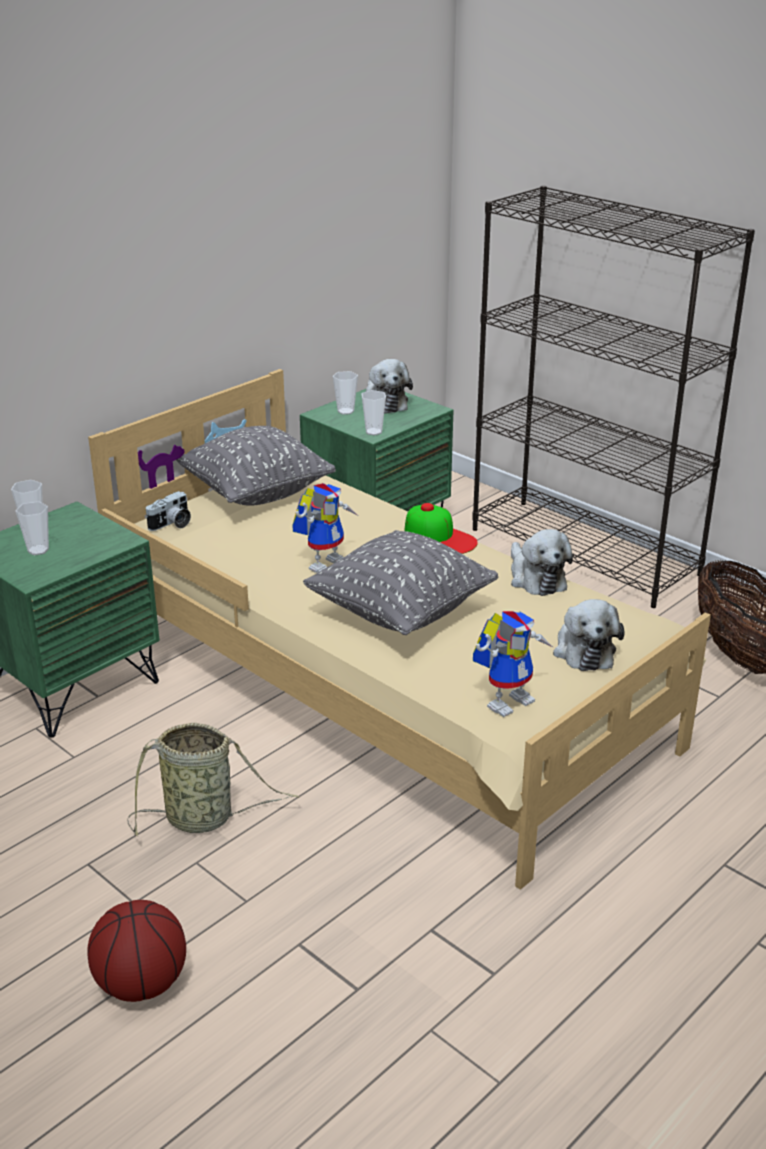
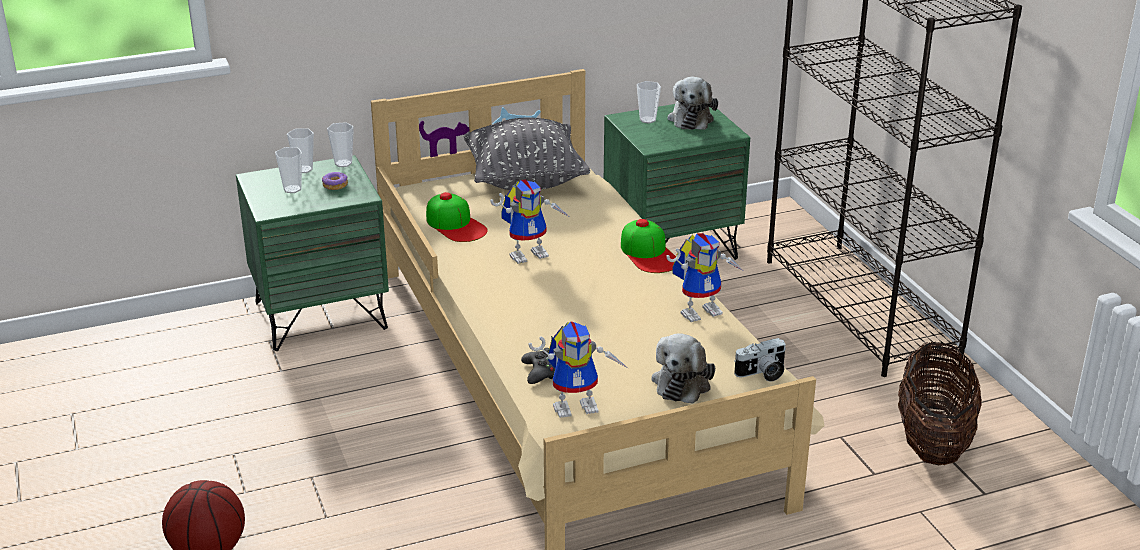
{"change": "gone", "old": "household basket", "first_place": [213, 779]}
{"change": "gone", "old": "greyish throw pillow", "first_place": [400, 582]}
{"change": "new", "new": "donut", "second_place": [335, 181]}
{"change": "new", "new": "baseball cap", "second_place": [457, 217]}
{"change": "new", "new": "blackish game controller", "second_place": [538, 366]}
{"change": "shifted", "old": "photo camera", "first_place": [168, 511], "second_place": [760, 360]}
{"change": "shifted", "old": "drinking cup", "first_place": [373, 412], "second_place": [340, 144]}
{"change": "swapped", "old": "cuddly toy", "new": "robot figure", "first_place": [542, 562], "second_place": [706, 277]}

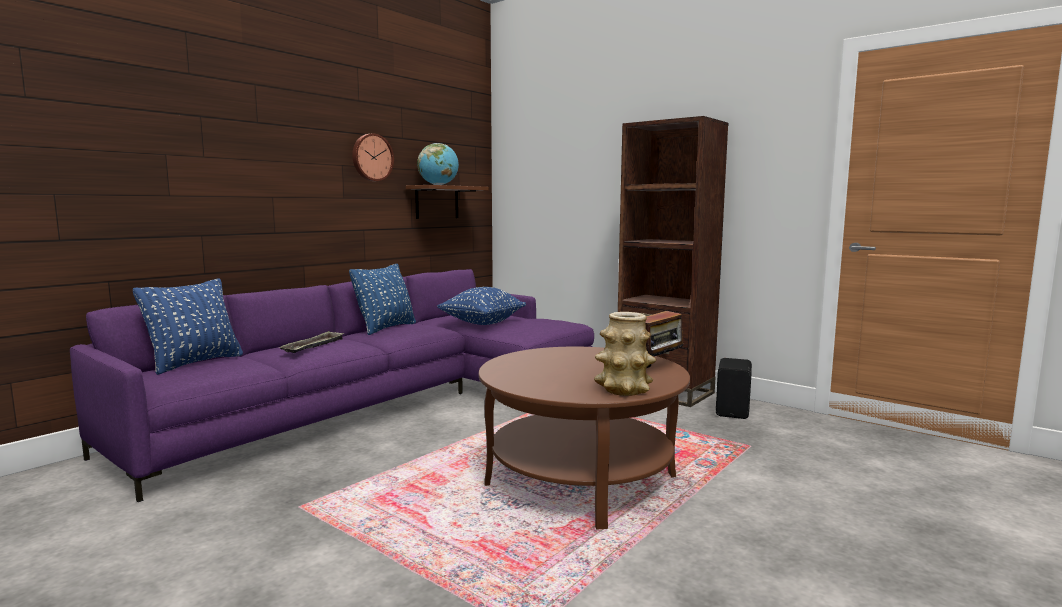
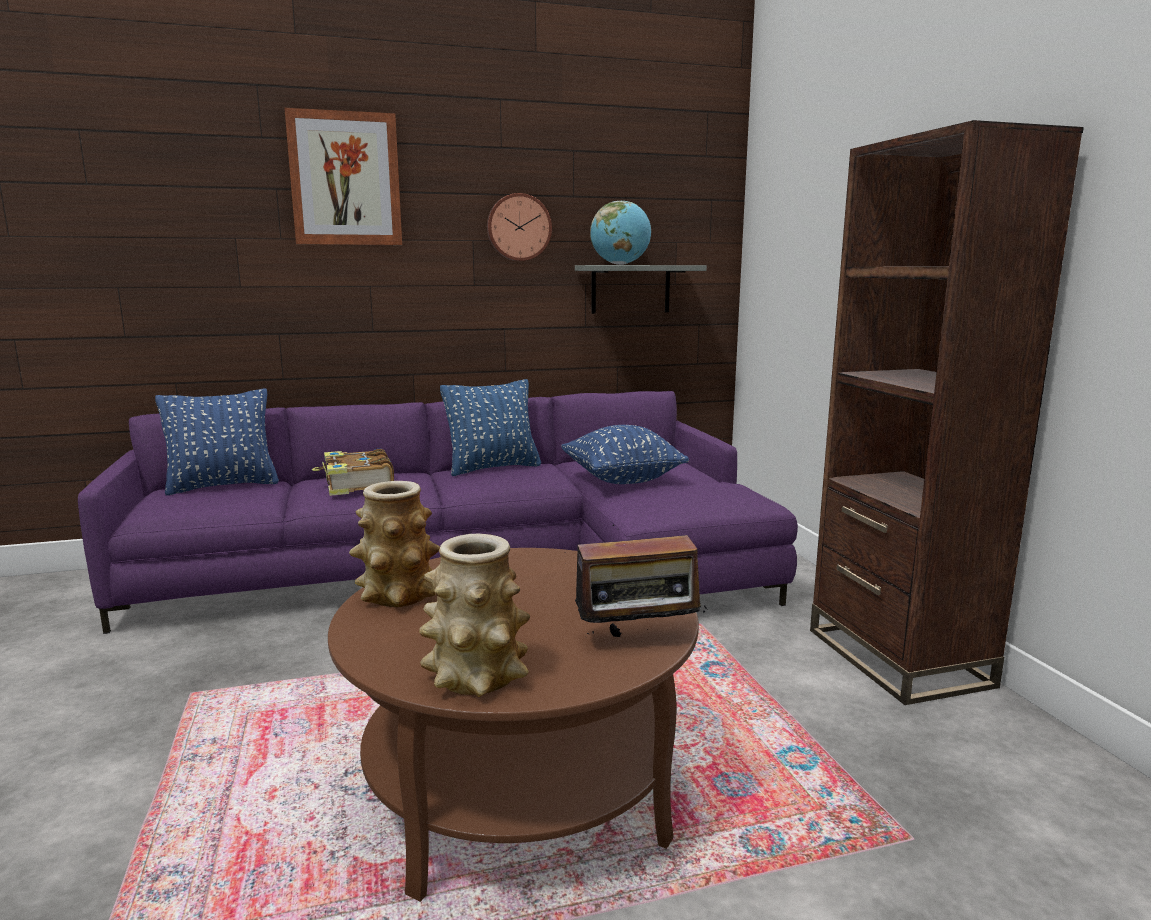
{"change": "gone", "old": "blackish audio speaker", "first_place": [734, 388]}
{"change": "new", "new": "wall picture", "second_place": [343, 176]}
{"change": "new", "new": "flower vase", "second_place": [394, 544]}
{"change": "swapped", "old": "carrying tray", "new": "volume", "first_place": [311, 342], "second_place": [353, 472]}
{"change": "repainted", "old": "brownish wall shelf", "new": "greyish wall shelf", "first_place": [447, 202], "second_place": [641, 289]}

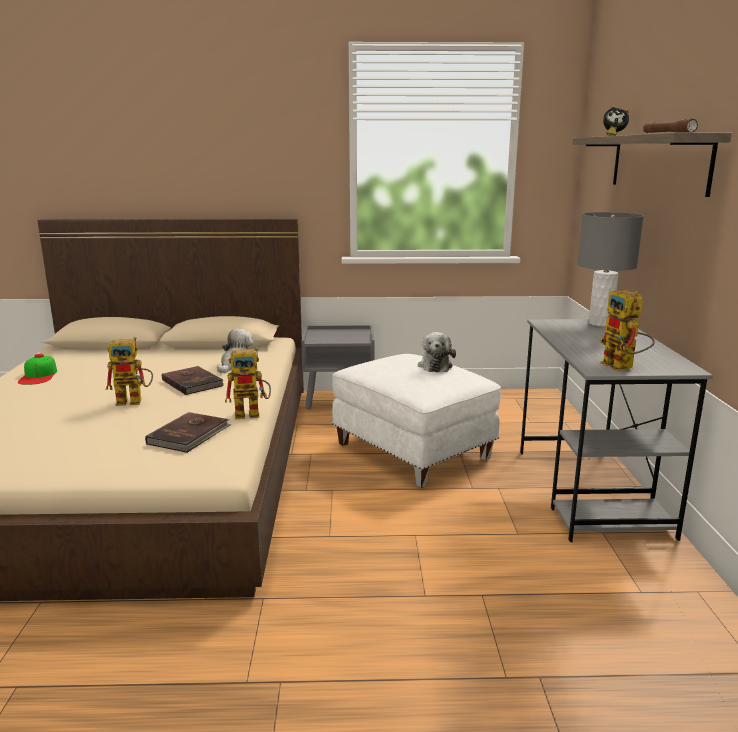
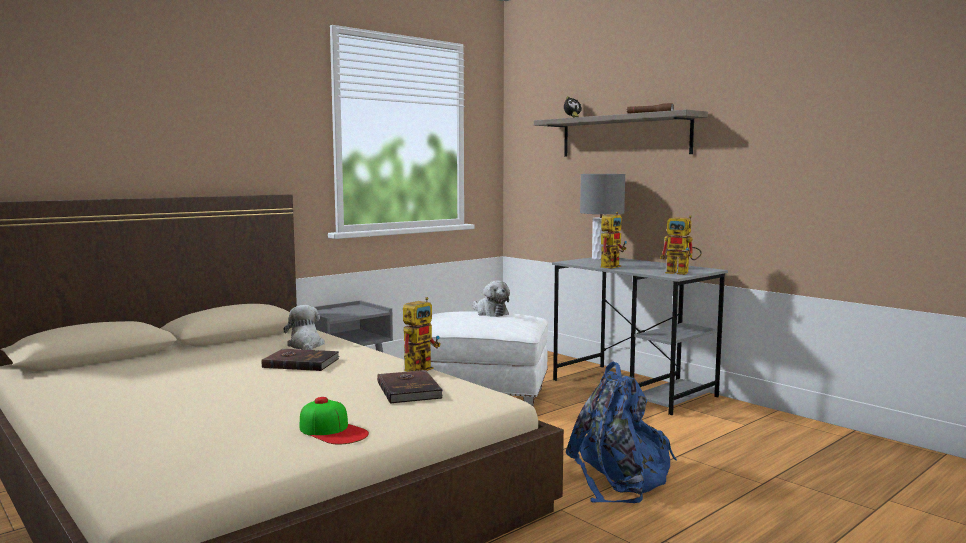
{"change": "new", "new": "blue-coloured knapsack", "second_place": [621, 432]}
{"change": "shifted", "old": "baseball cap", "first_place": [37, 369], "second_place": [334, 420]}
{"change": "shifted", "old": "robot figure", "first_place": [129, 371], "second_place": [614, 240]}

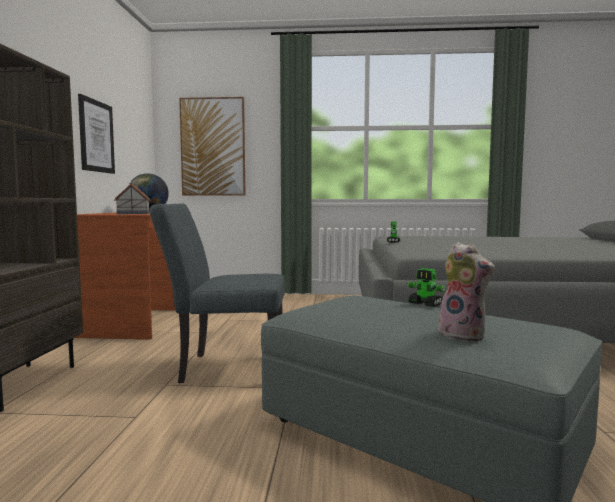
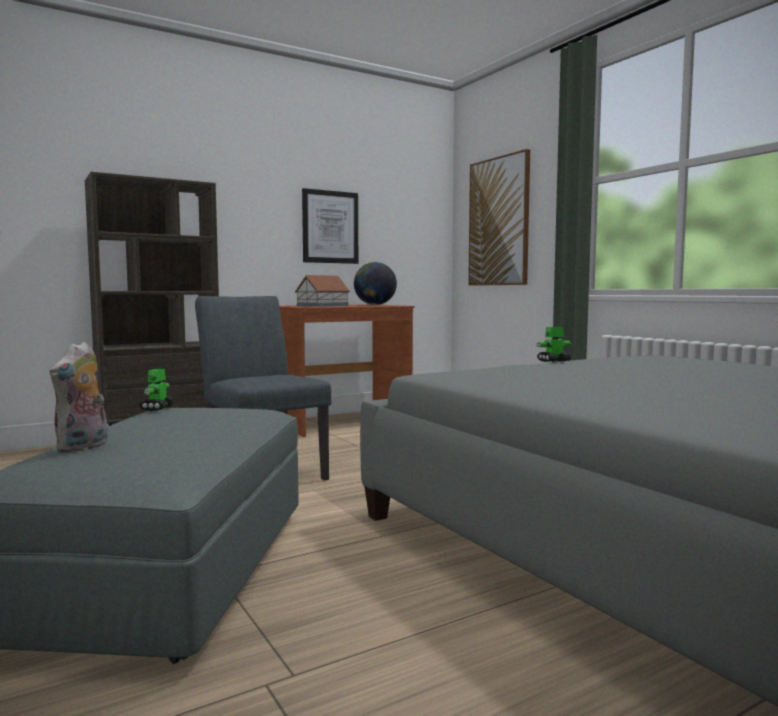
{"change": "shifted", "old": "robot figure", "first_place": [426, 287], "second_place": [157, 390]}

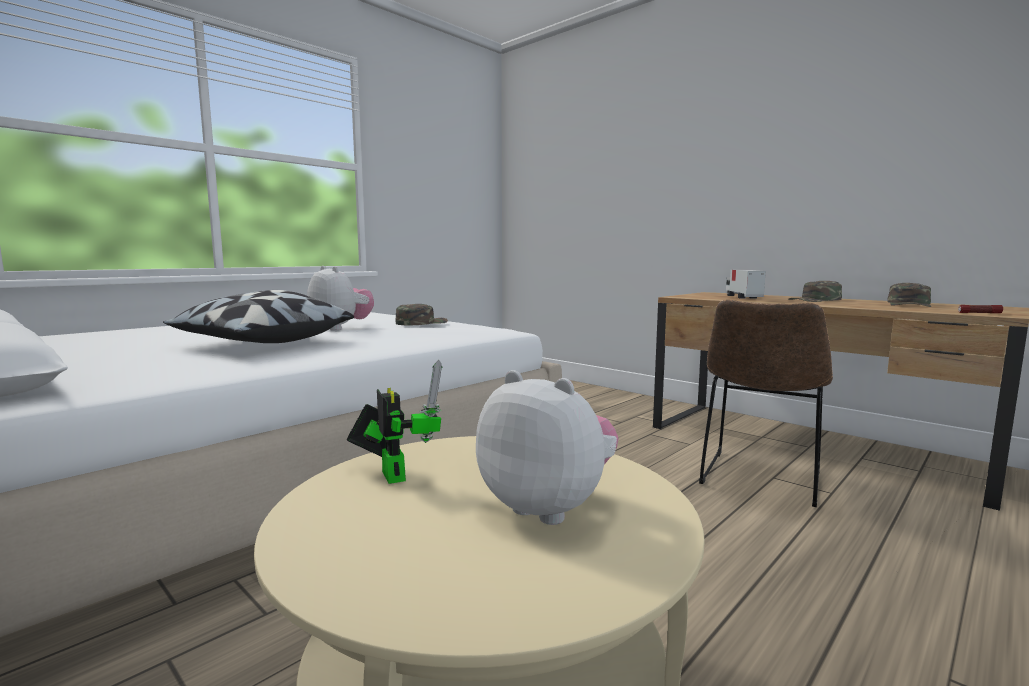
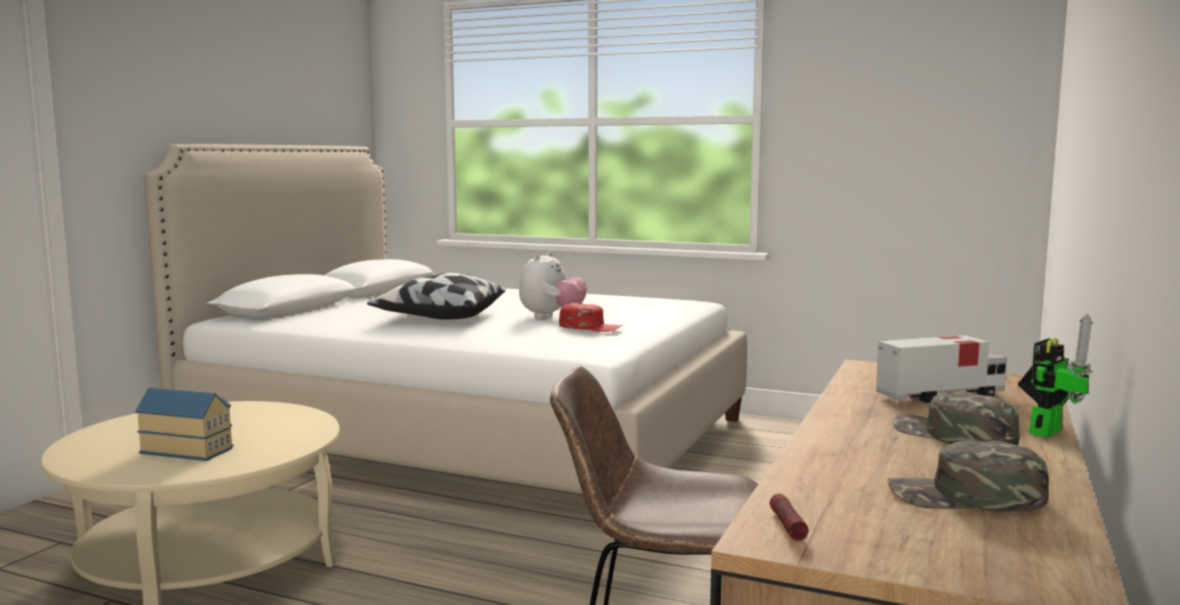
{"change": "shifted", "old": "robot figure", "first_place": [394, 421], "second_place": [1055, 376]}
{"change": "swapped", "old": "cuddly toy", "new": "model house", "first_place": [547, 447], "second_place": [184, 424]}
{"change": "repainted", "old": "green-coloured baseball cap", "new": "red-coloured baseball cap", "first_place": [421, 314], "second_place": [591, 317]}

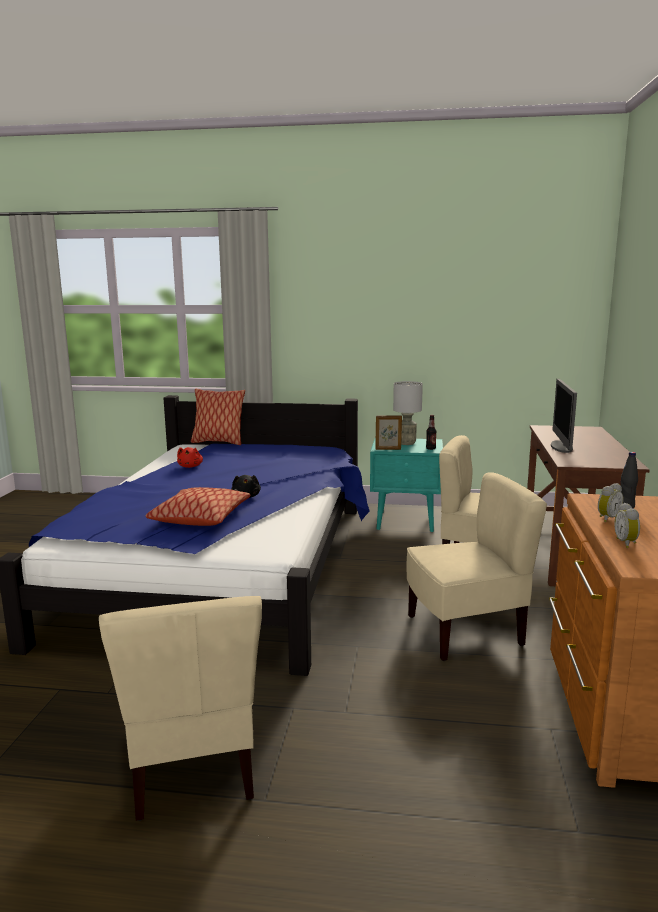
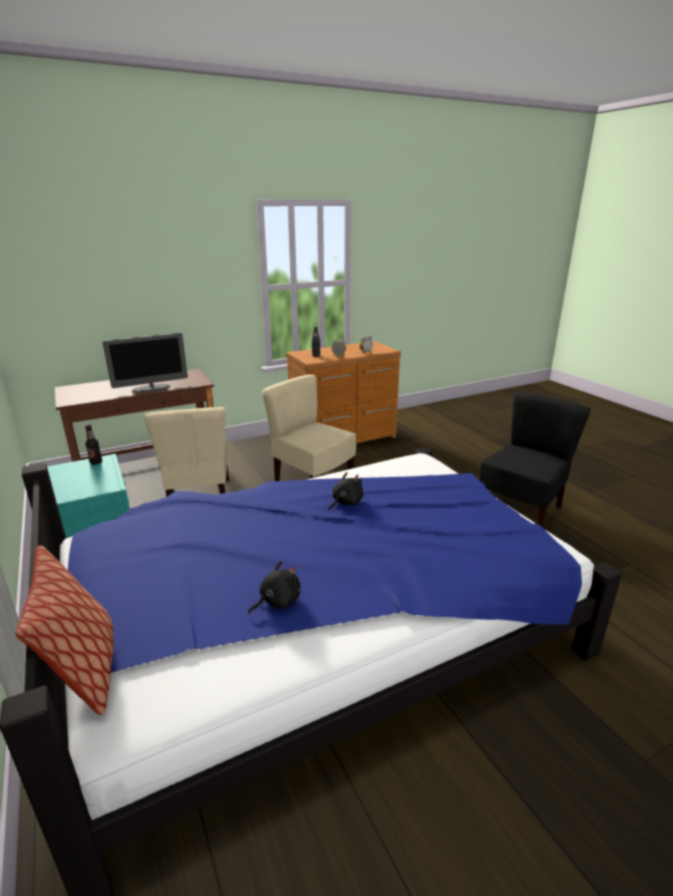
{"change": "gone", "old": "throw pillow", "first_place": [198, 506]}
{"change": "gone", "old": "photo frame", "first_place": [388, 432]}
{"change": "gone", "old": "greyish table lamp", "first_place": [408, 413]}
{"change": "repainted", "old": "beige upright chair", "new": "blackish upright chair", "first_place": [180, 708], "second_place": [535, 460]}
{"change": "repainted", "old": "red-coloured cuddly toy", "new": "blackish cuddly toy", "first_place": [190, 457], "second_place": [274, 587]}

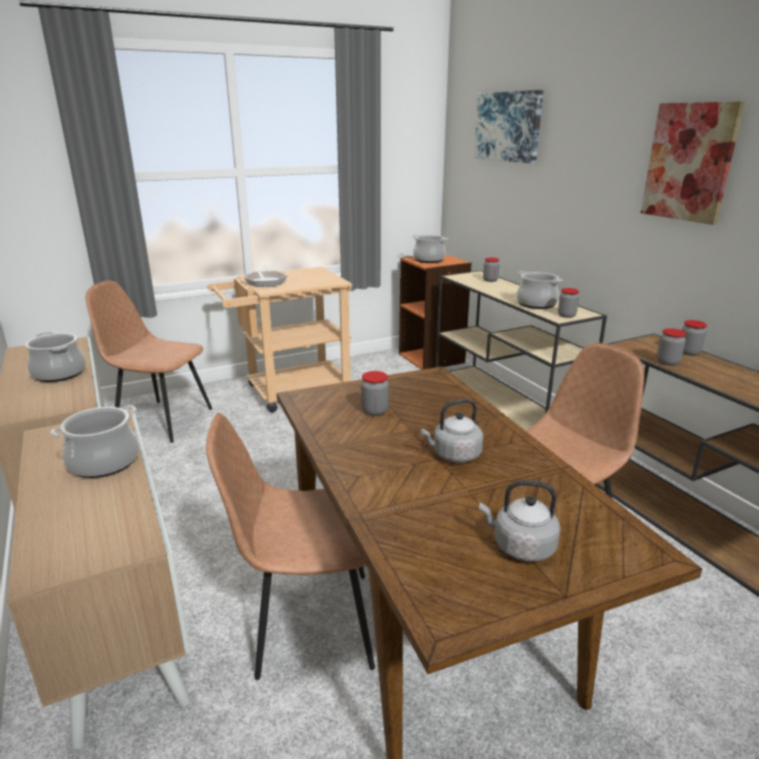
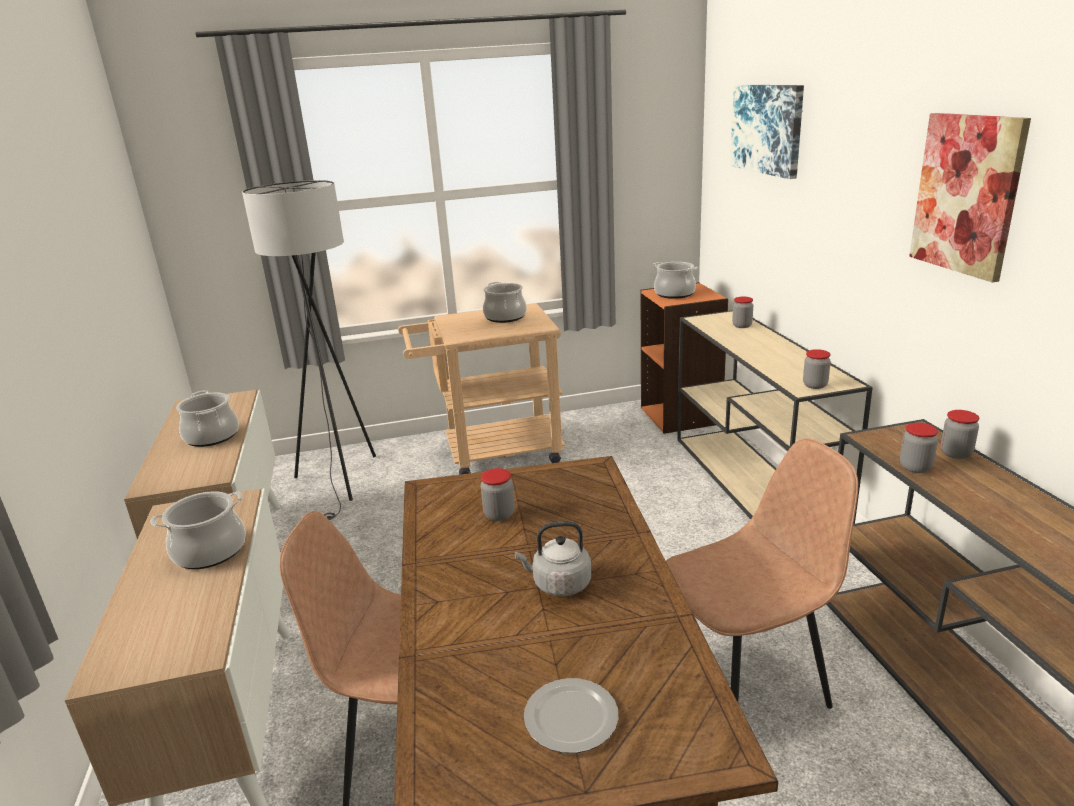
{"change": "gone", "old": "pan", "first_place": [265, 276]}
{"change": "shifted", "old": "cooking pot", "first_place": [540, 290], "second_place": [505, 302]}
{"change": "swapped", "old": "brownish upright chair", "new": "greyish floor lamp", "first_place": [148, 361], "second_place": [309, 350]}
{"change": "swapped", "old": "greyish water kettle", "new": "plate", "first_place": [520, 521], "second_place": [571, 715]}

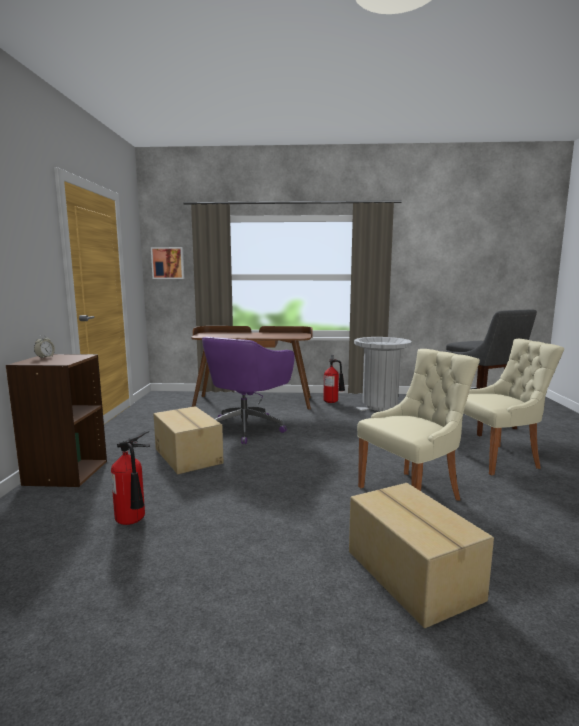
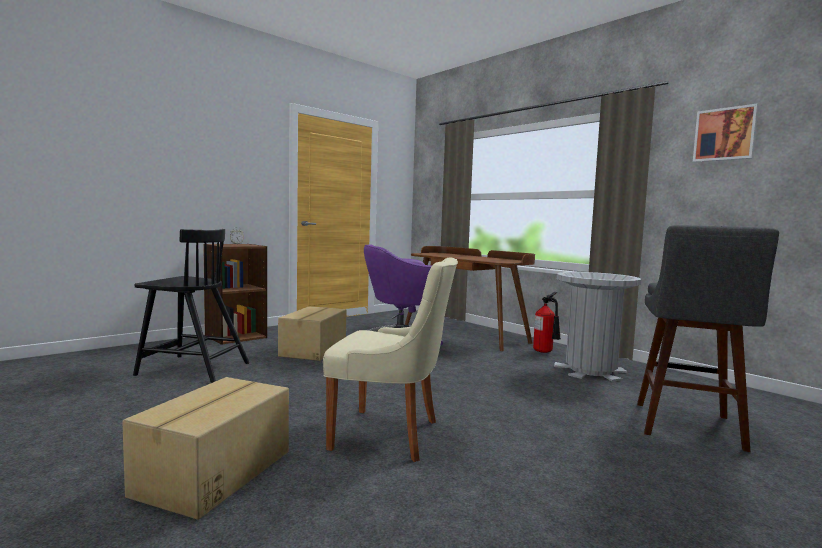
{"change": "gone", "old": "beige upright chair", "first_place": [513, 407]}
{"change": "shifted", "old": "wall picture", "first_place": [167, 263], "second_place": [726, 133]}
{"change": "swapped", "old": "extinguisher", "new": "blackish upright chair", "first_place": [130, 477], "second_place": [191, 306]}

